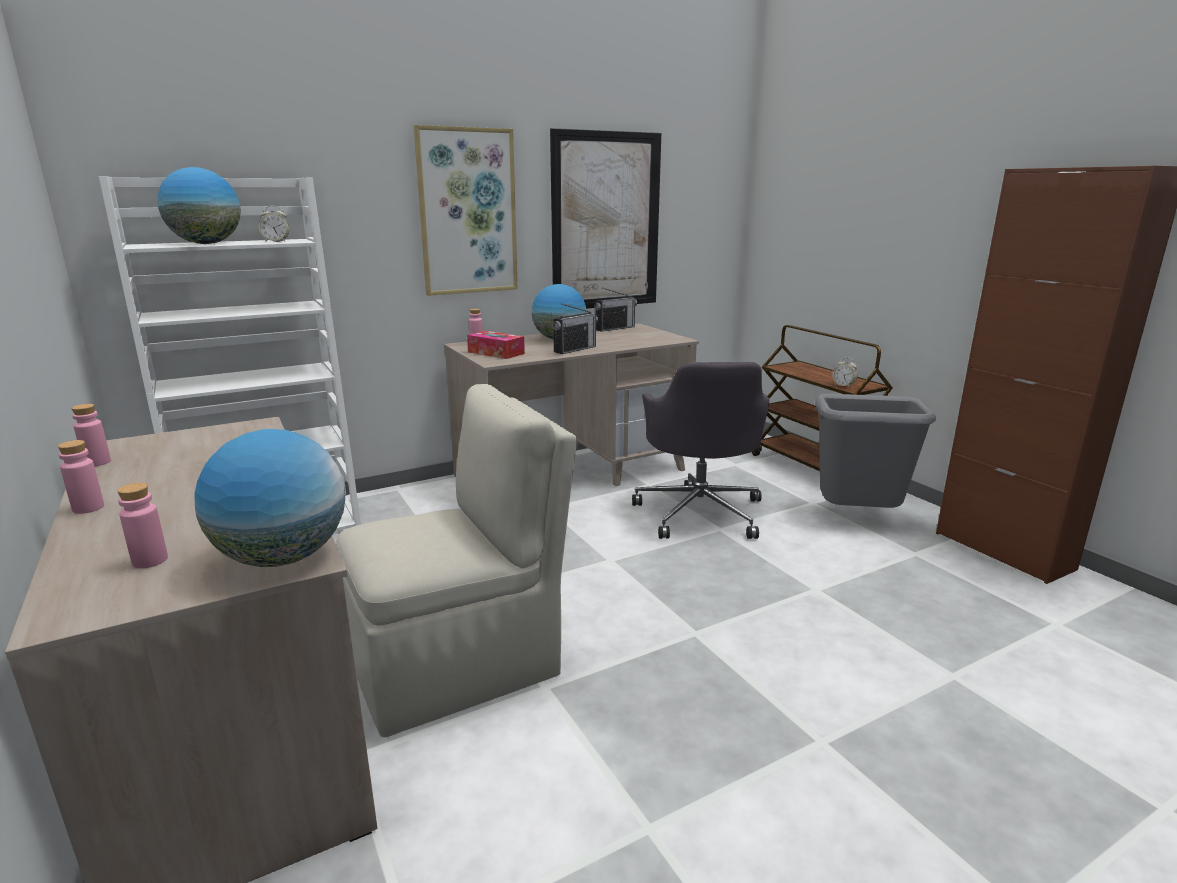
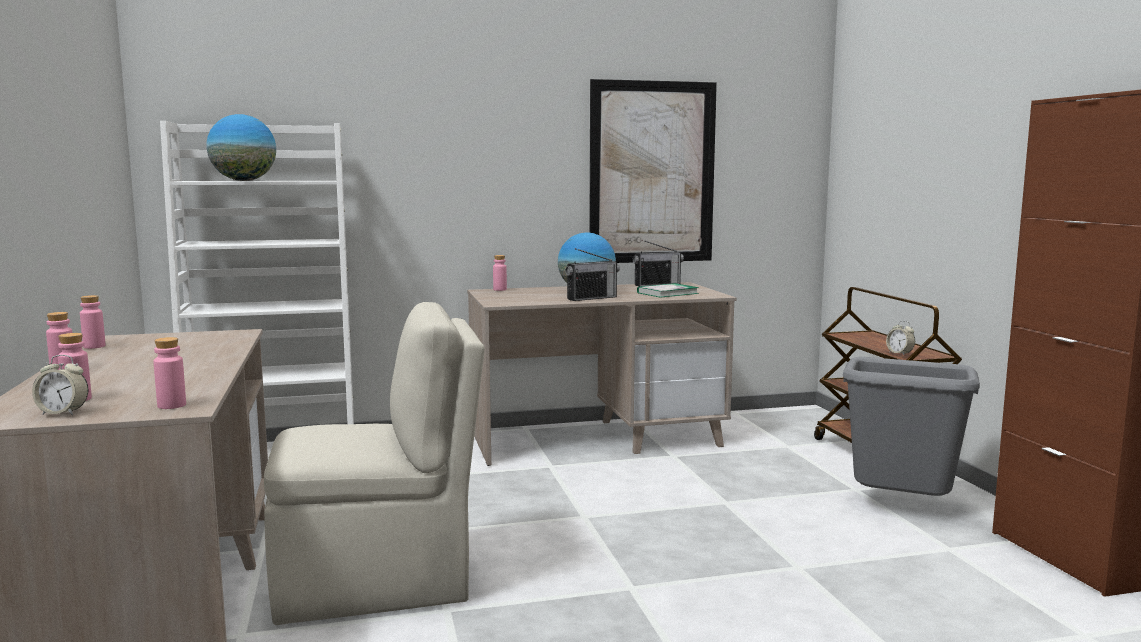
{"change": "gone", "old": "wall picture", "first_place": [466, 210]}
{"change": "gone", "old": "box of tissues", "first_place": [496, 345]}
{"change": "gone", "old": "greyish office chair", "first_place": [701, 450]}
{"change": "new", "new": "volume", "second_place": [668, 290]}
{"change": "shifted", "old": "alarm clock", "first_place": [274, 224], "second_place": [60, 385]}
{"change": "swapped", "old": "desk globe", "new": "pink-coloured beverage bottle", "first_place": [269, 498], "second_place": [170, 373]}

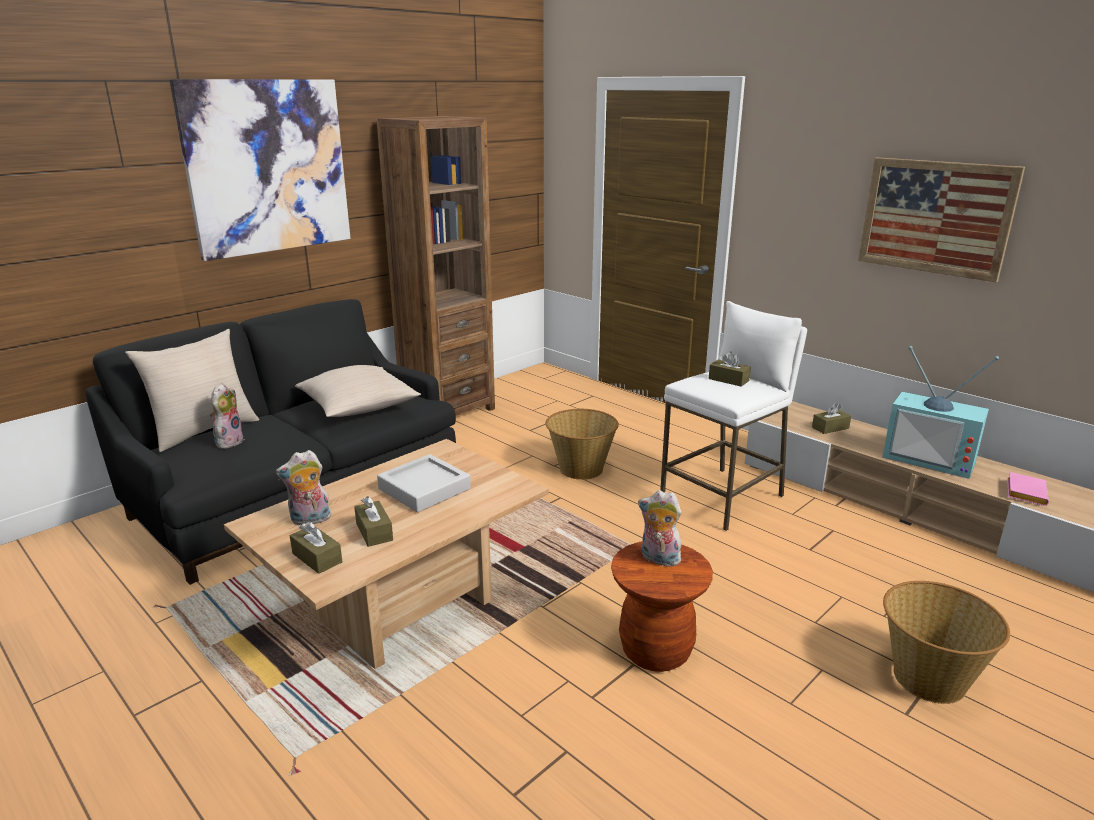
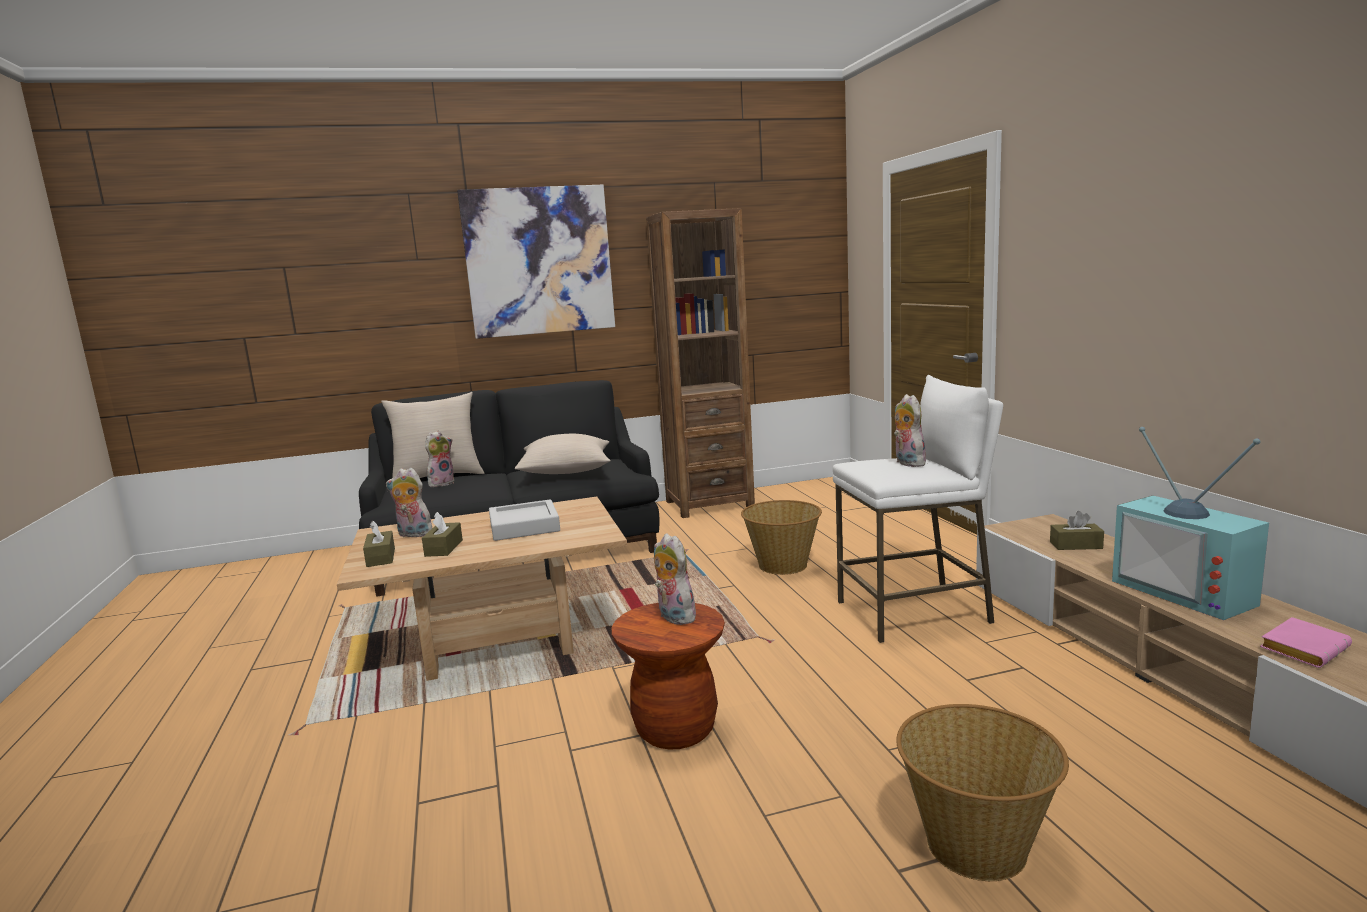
{"change": "gone", "old": "wall picture", "first_place": [941, 220]}
{"change": "swapped", "old": "brownish box of tissues", "new": "cuddly toy", "first_place": [730, 369], "second_place": [911, 430]}

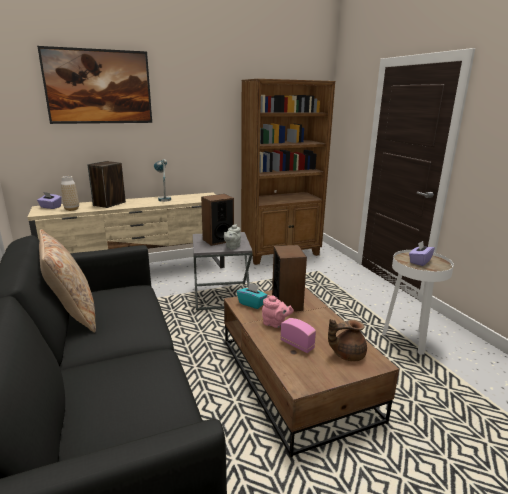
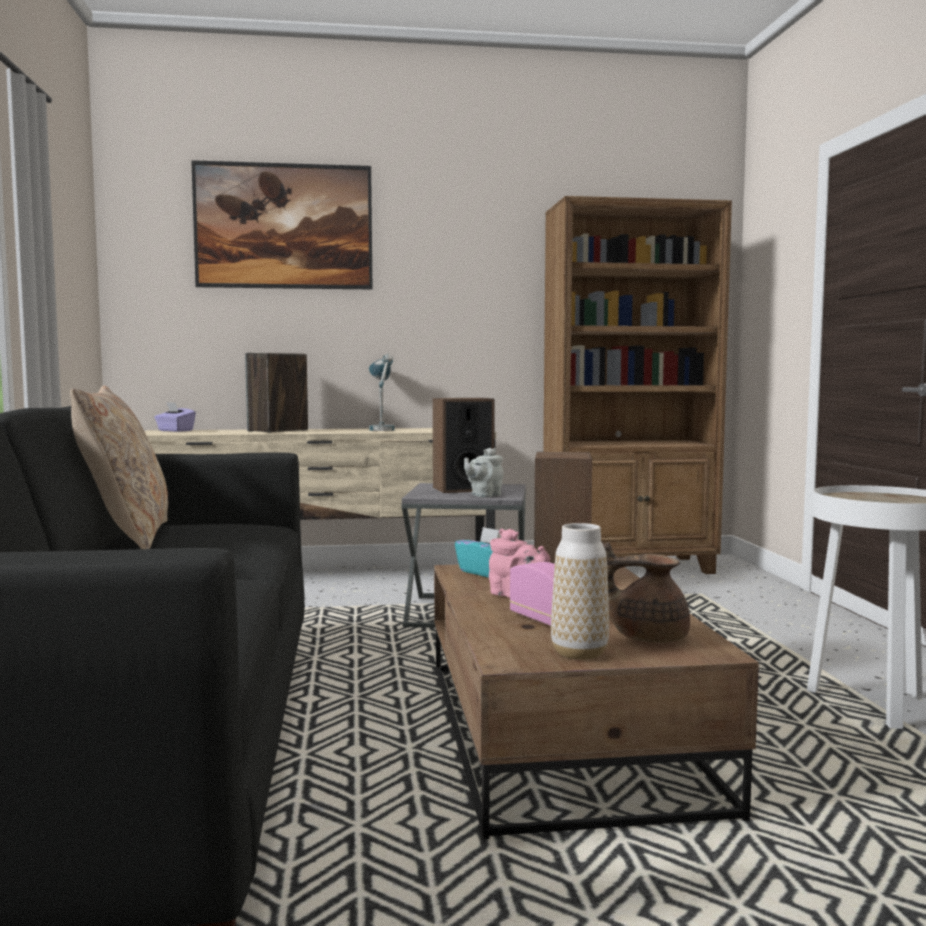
{"change": "gone", "old": "purple box of tissues", "first_place": [422, 253]}
{"change": "shifted", "old": "flower vase", "first_place": [70, 193], "second_place": [580, 591]}

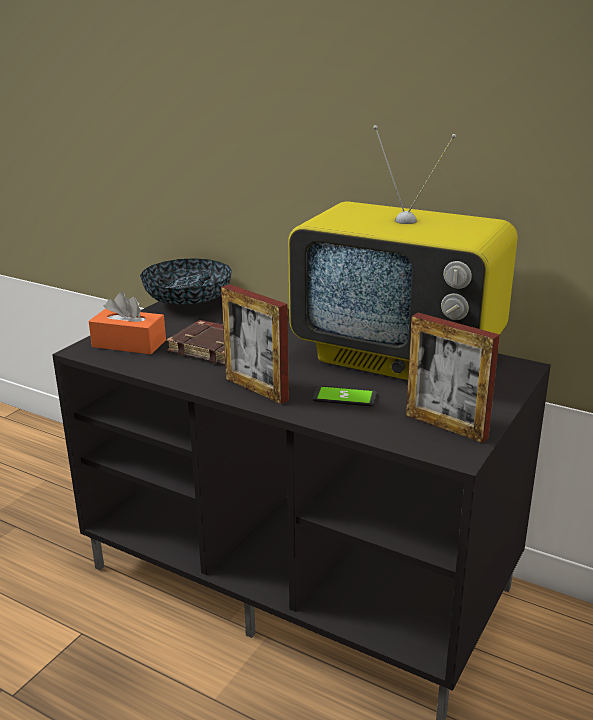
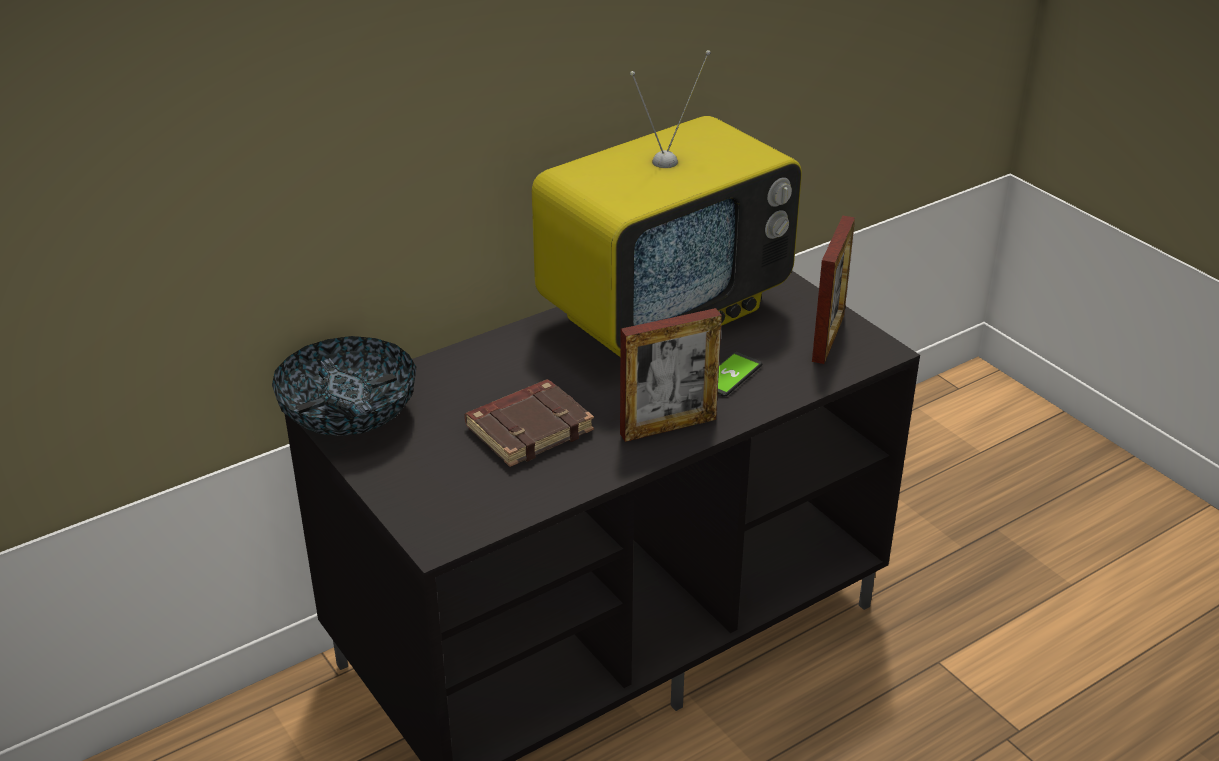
{"change": "gone", "old": "orange box of tissues", "first_place": [127, 323]}
{"change": "rotated", "old": "photo frame", "first_place": [453, 378], "second_place": [833, 290], "degrees": -45}

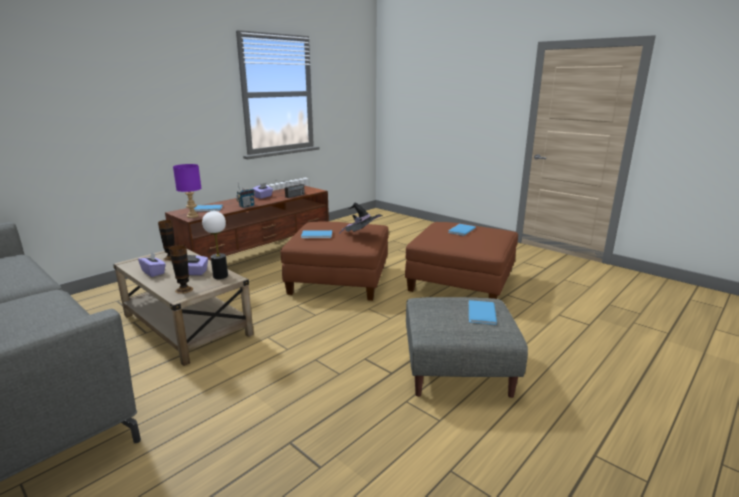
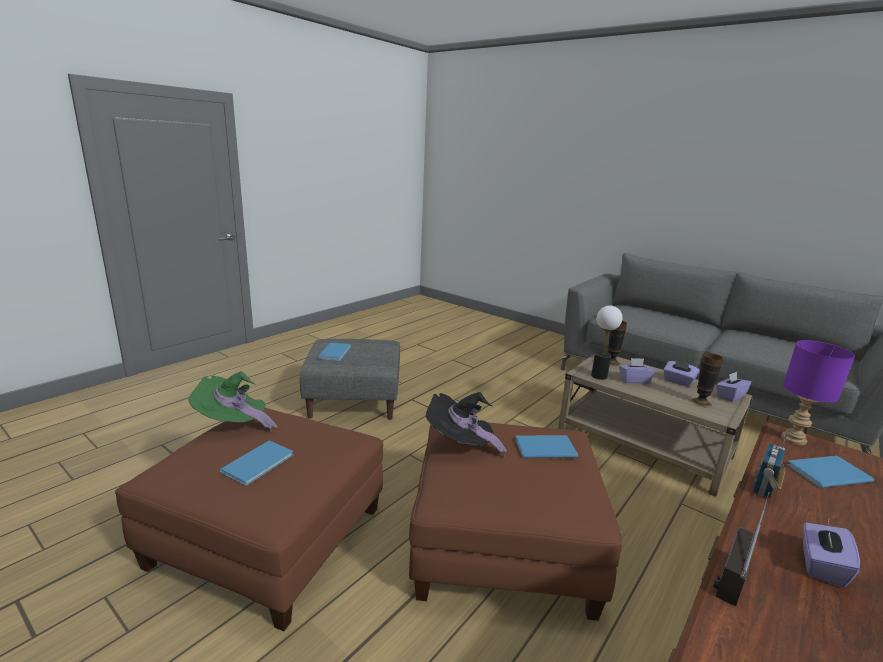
{"change": "new", "new": "green-coloured wearable hat", "second_place": [233, 402]}
{"change": "new", "new": "purple box of tissues", "second_place": [733, 387]}

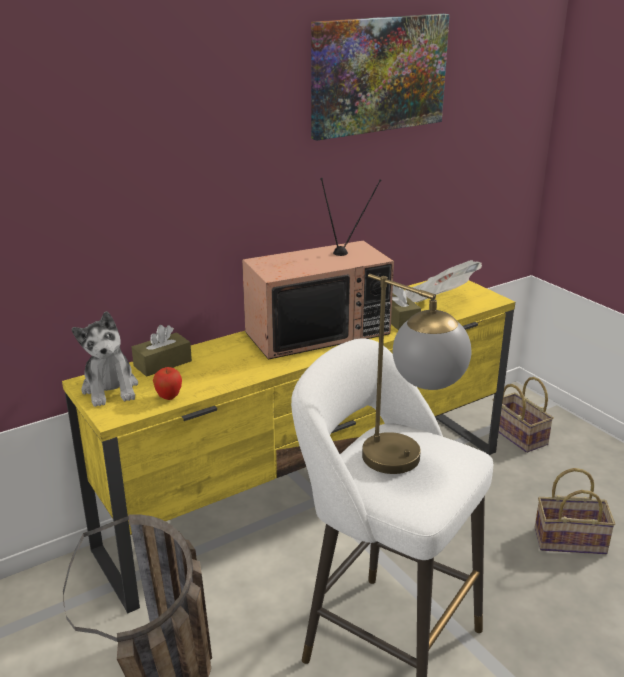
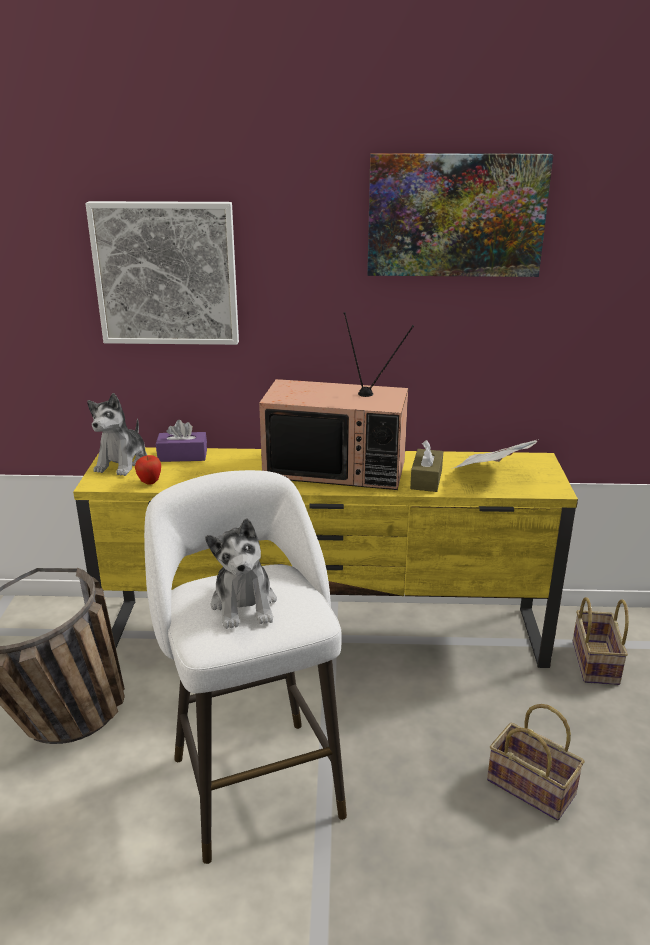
{"change": "new", "new": "wall picture", "second_place": [162, 273]}
{"change": "swapped", "old": "table lamp", "new": "cuddly toy", "first_place": [416, 374], "second_place": [241, 573]}
{"change": "repainted", "old": "brownish box of tissues", "new": "purple box of tissues", "first_place": [161, 351], "second_place": [181, 441]}

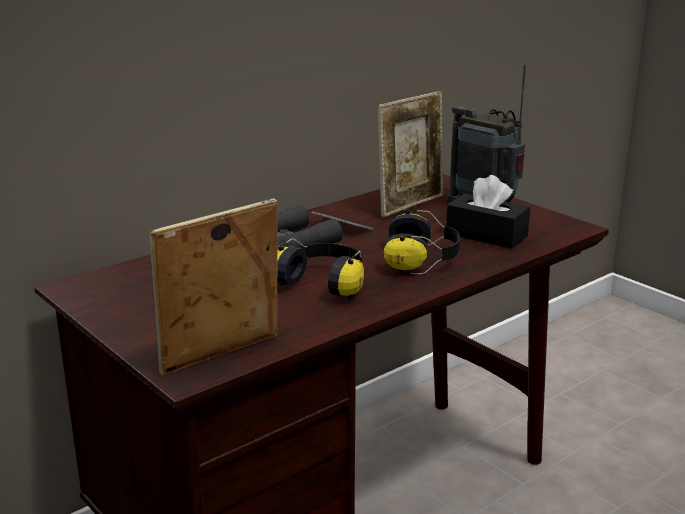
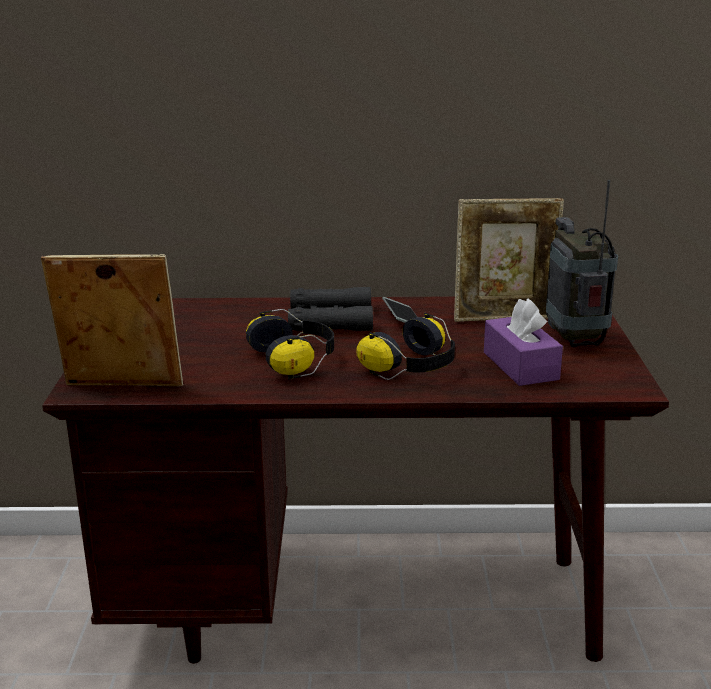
{"change": "repainted", "old": "blackish box of tissues", "new": "purple box of tissues", "first_place": [488, 212], "second_place": [523, 342]}

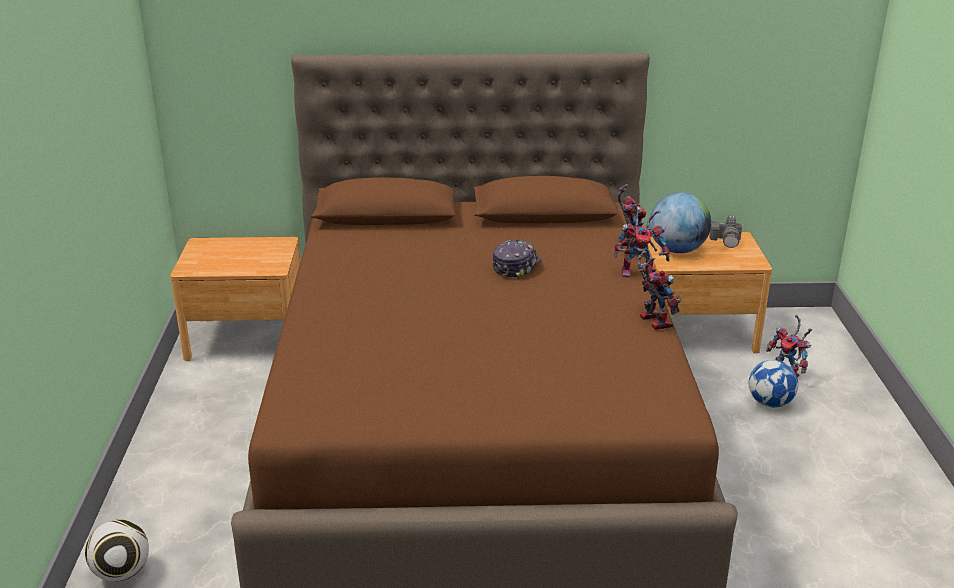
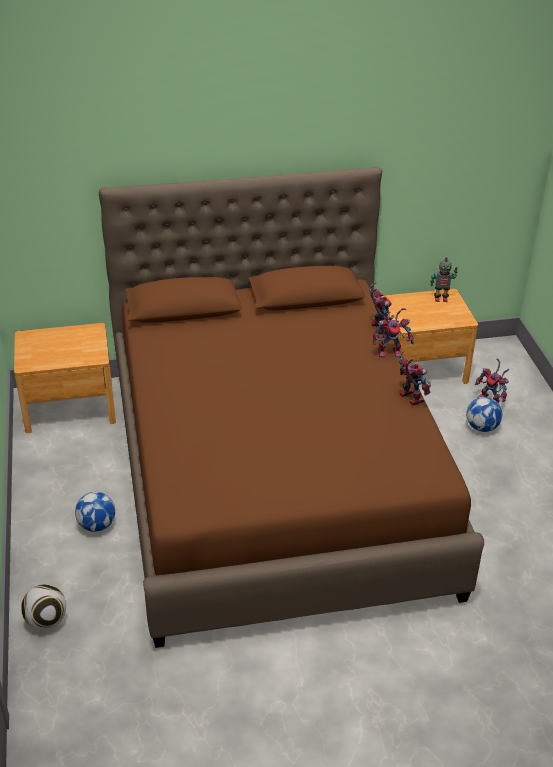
{"change": "gone", "old": "baseball cap", "first_place": [516, 259]}
{"change": "gone", "old": "desk globe", "first_place": [680, 222]}
{"change": "new", "new": "football ball", "second_place": [95, 512]}
{"change": "swapped", "old": "photo camera", "new": "robot figure", "first_place": [726, 231], "second_place": [444, 279]}

